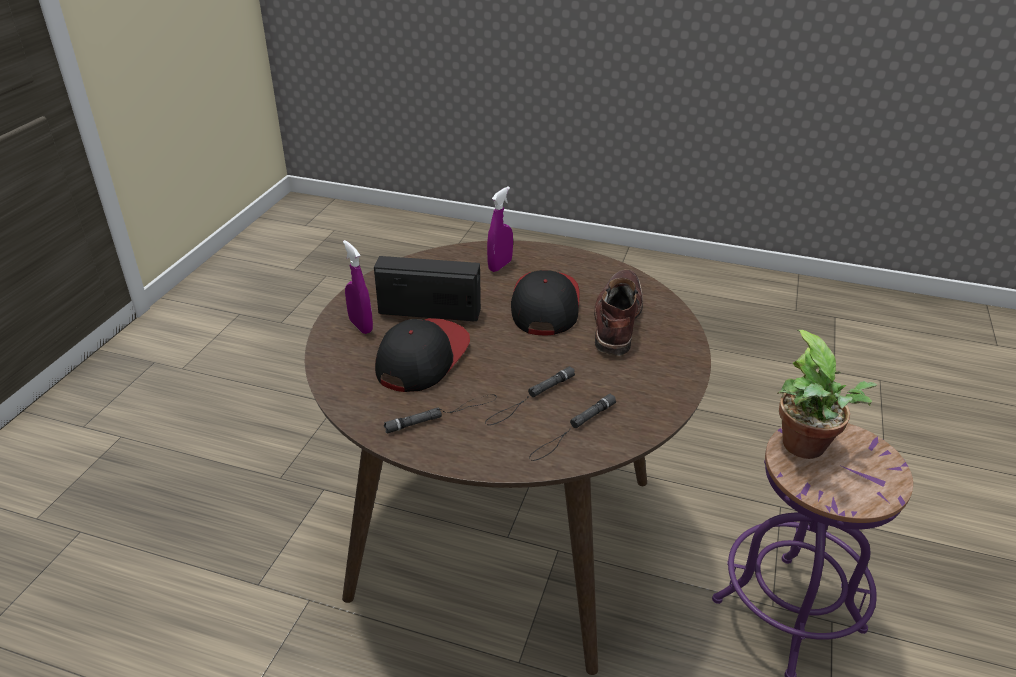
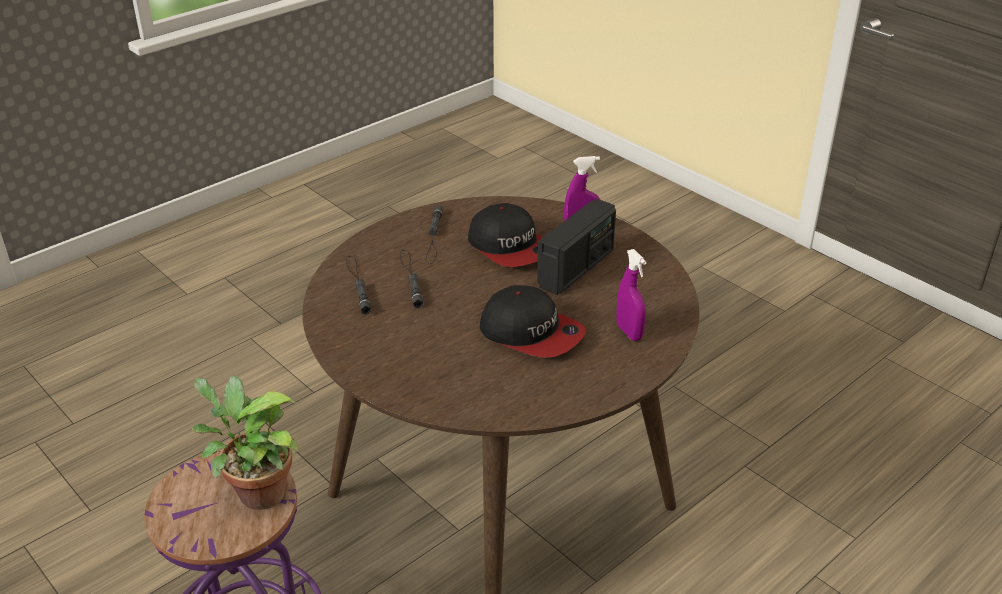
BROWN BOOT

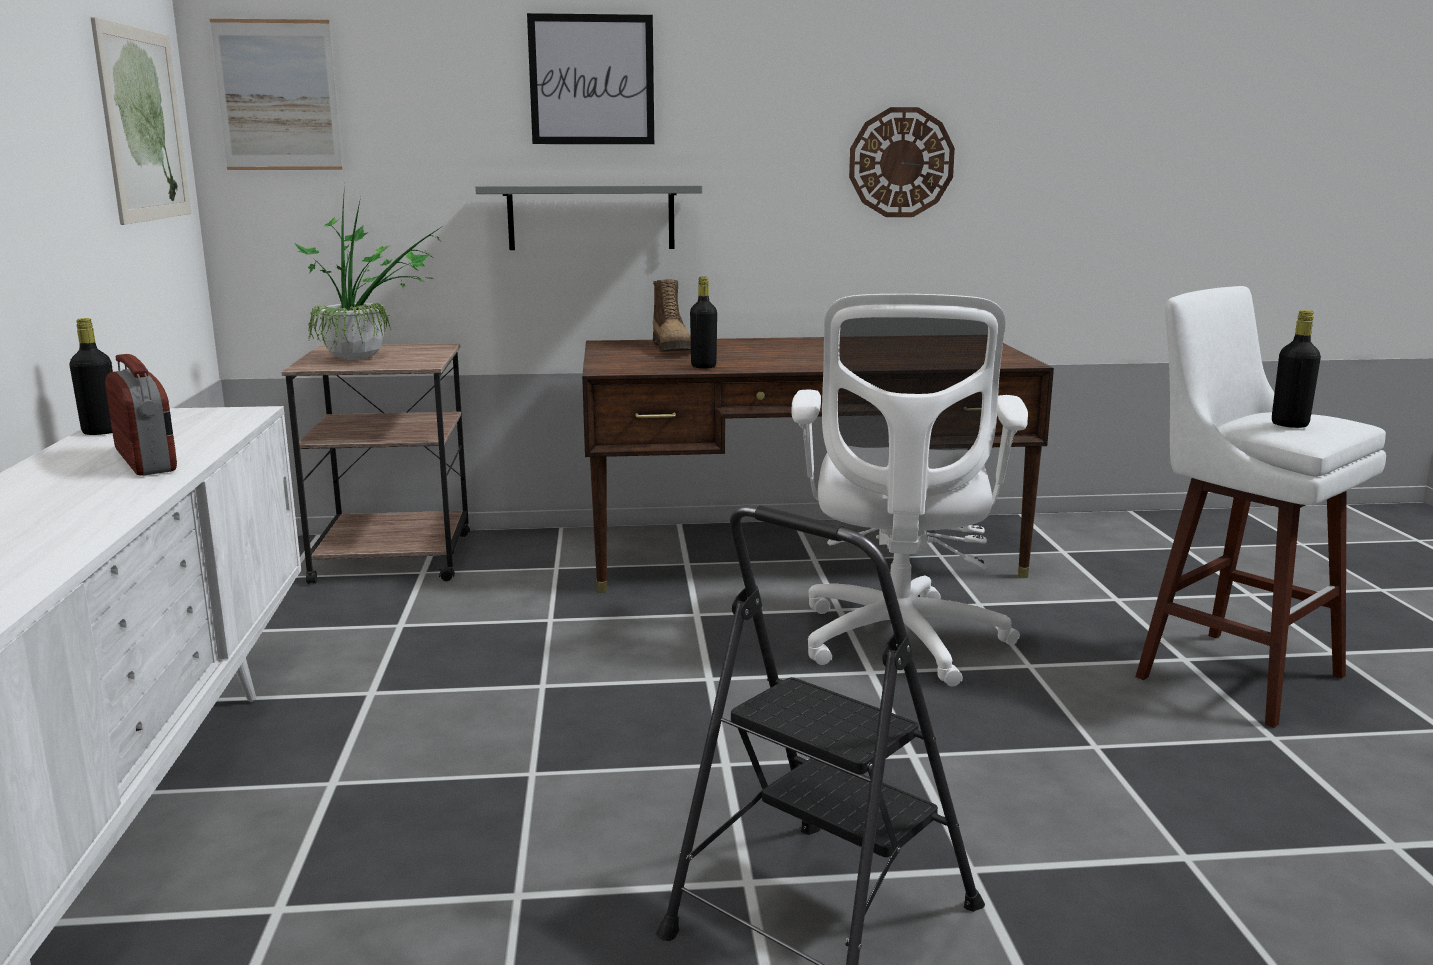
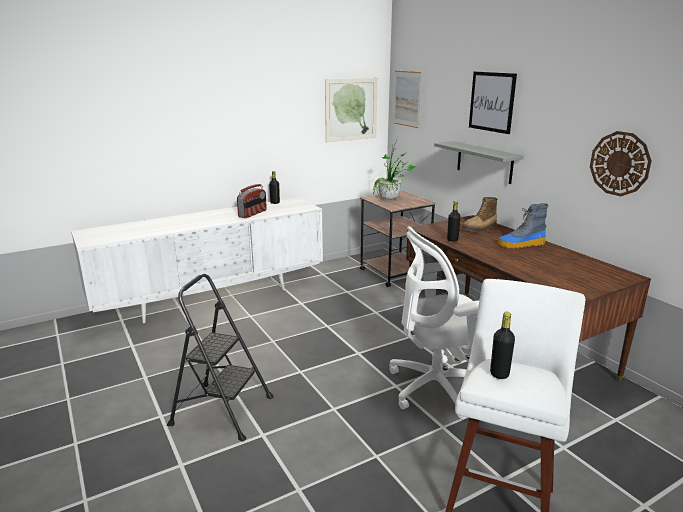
BOOT (no. 2 from left)

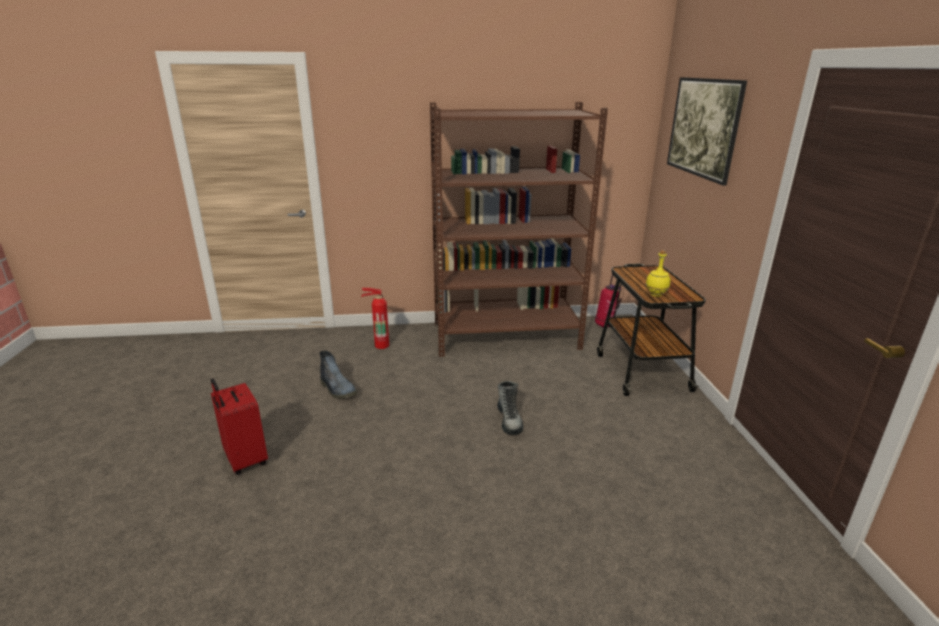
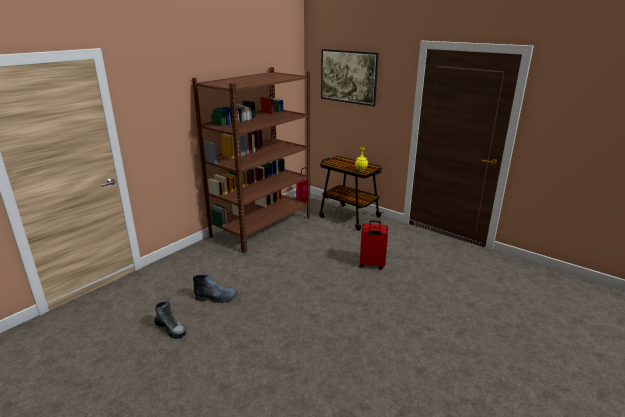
FIRE-FIGHTING CYLINDER (no. 1 from left in the first image)
REDDISH SUITCASE
BOOT (no. 1 from left)

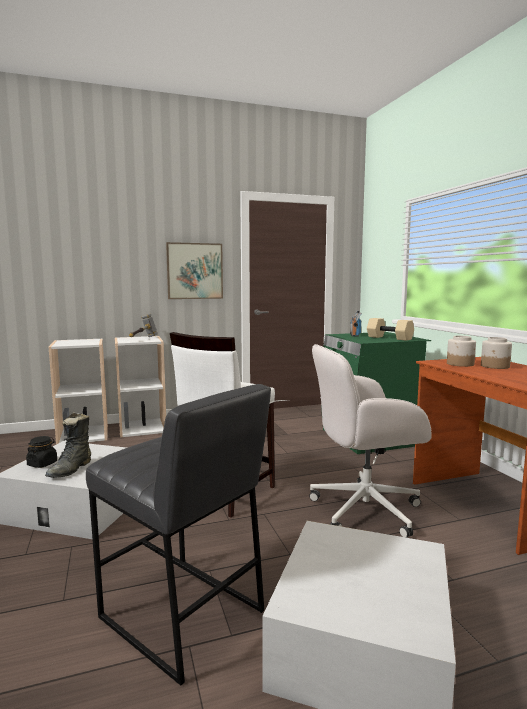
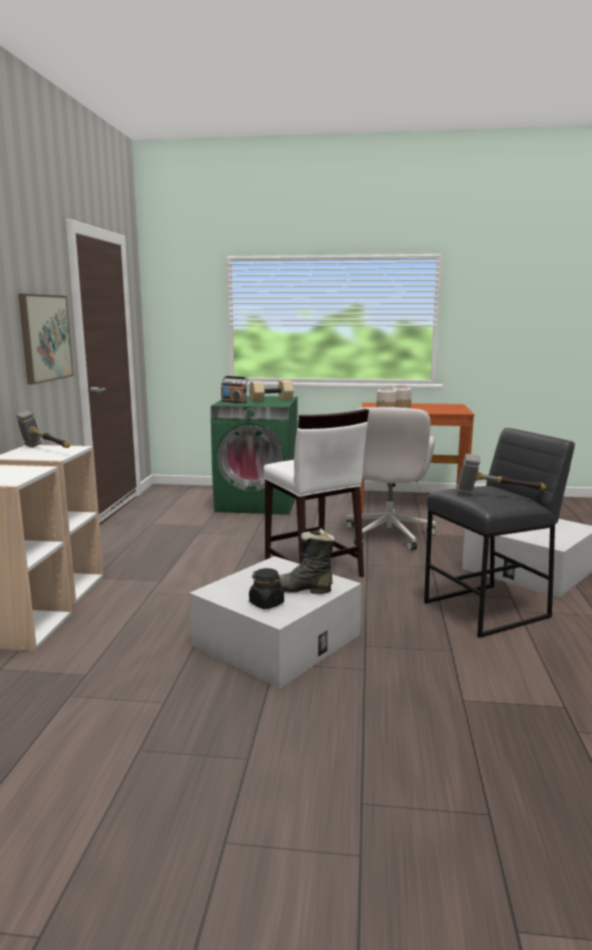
HAND HAMMER (no. 2 from left)
BLACKISH BOOT

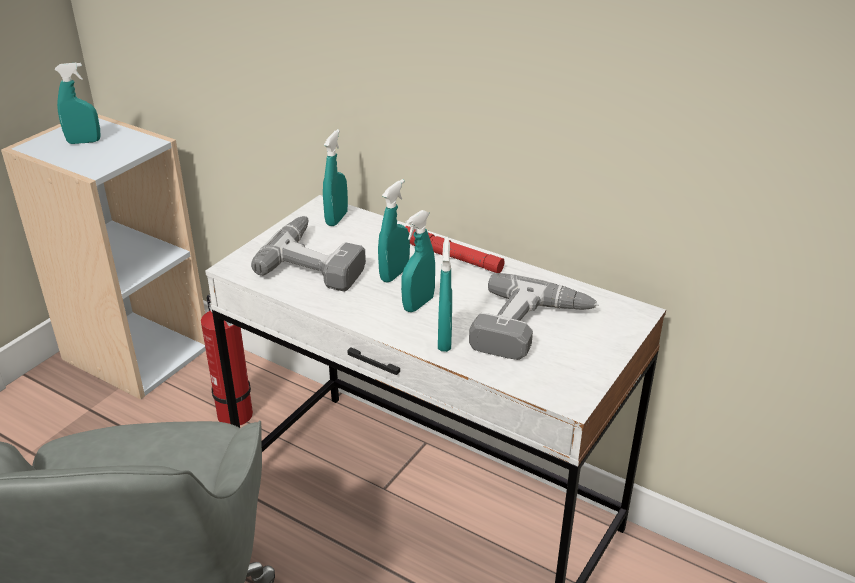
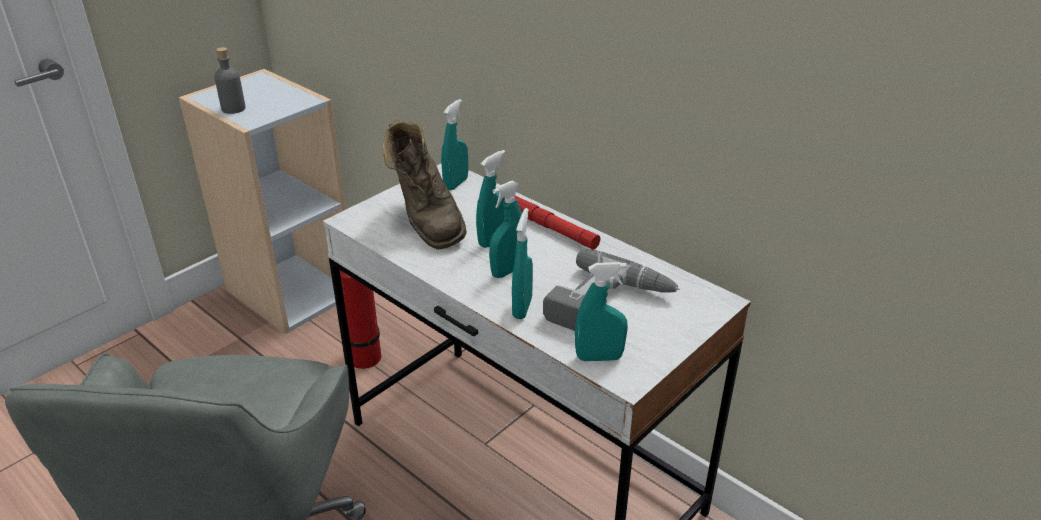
GRAY DRINK BOTTLE
BLUE-GREEN SPRAY BOTTLE (no. 5 from left)
BROWN BOOT

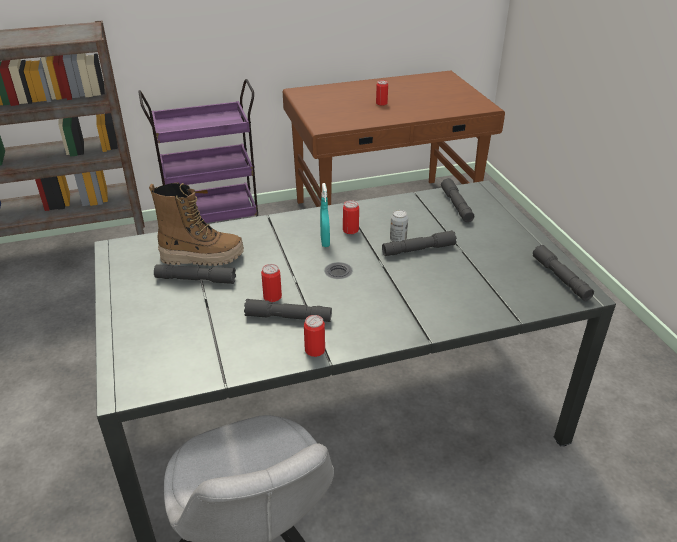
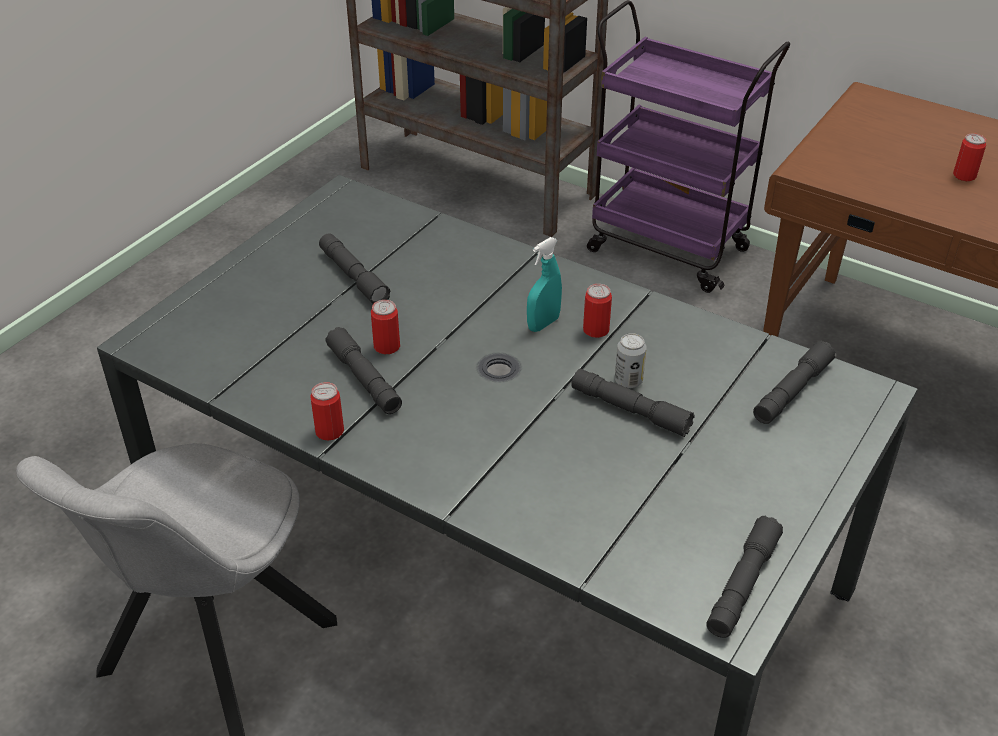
BOOT

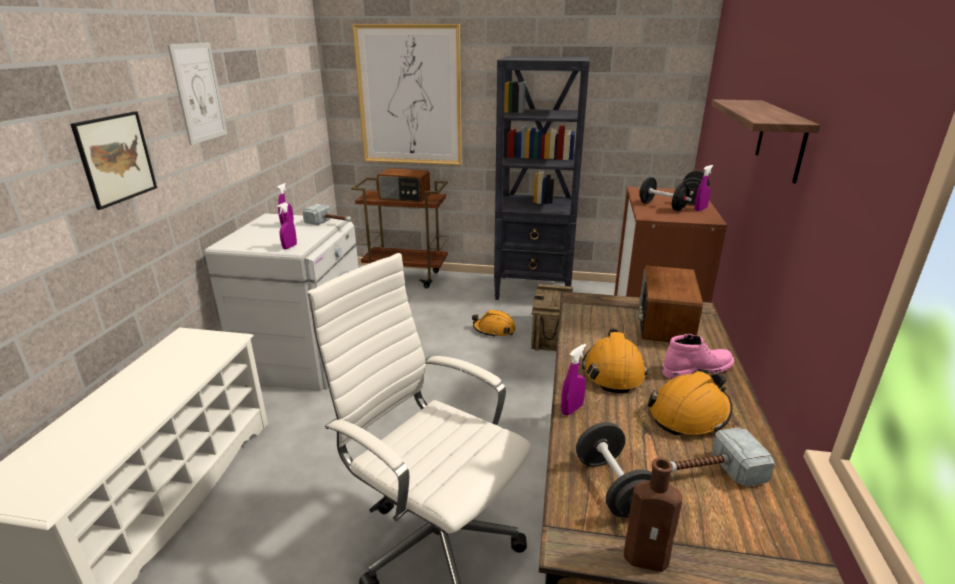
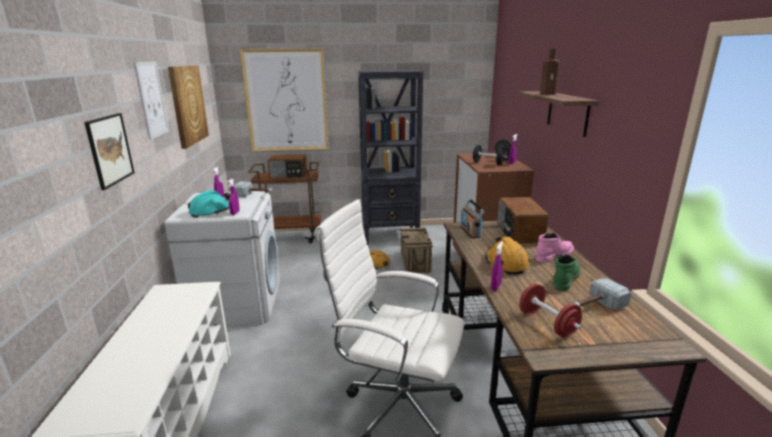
WALL PICTURE (no. 3 from left)
BLUE-GREEN SAFETY HELMET
RADIO (no. 2 from left)
BROWN DRINK BOTTLE
GREENISH BOOT
REDDISH DUMBBELL

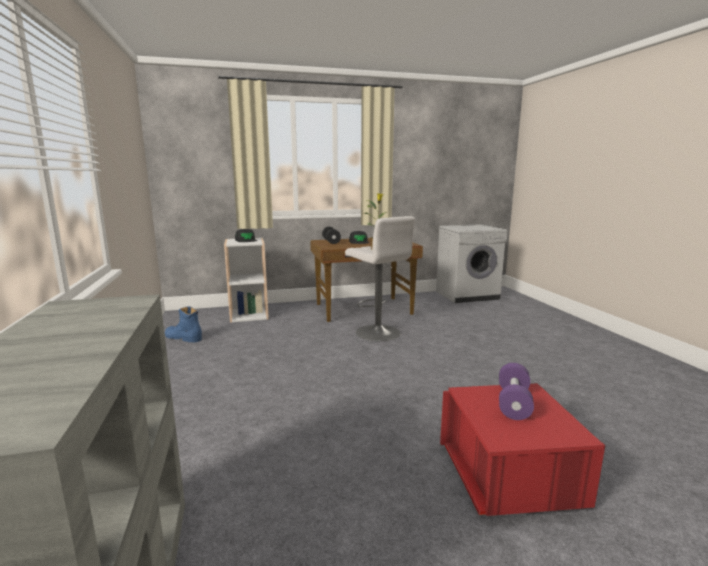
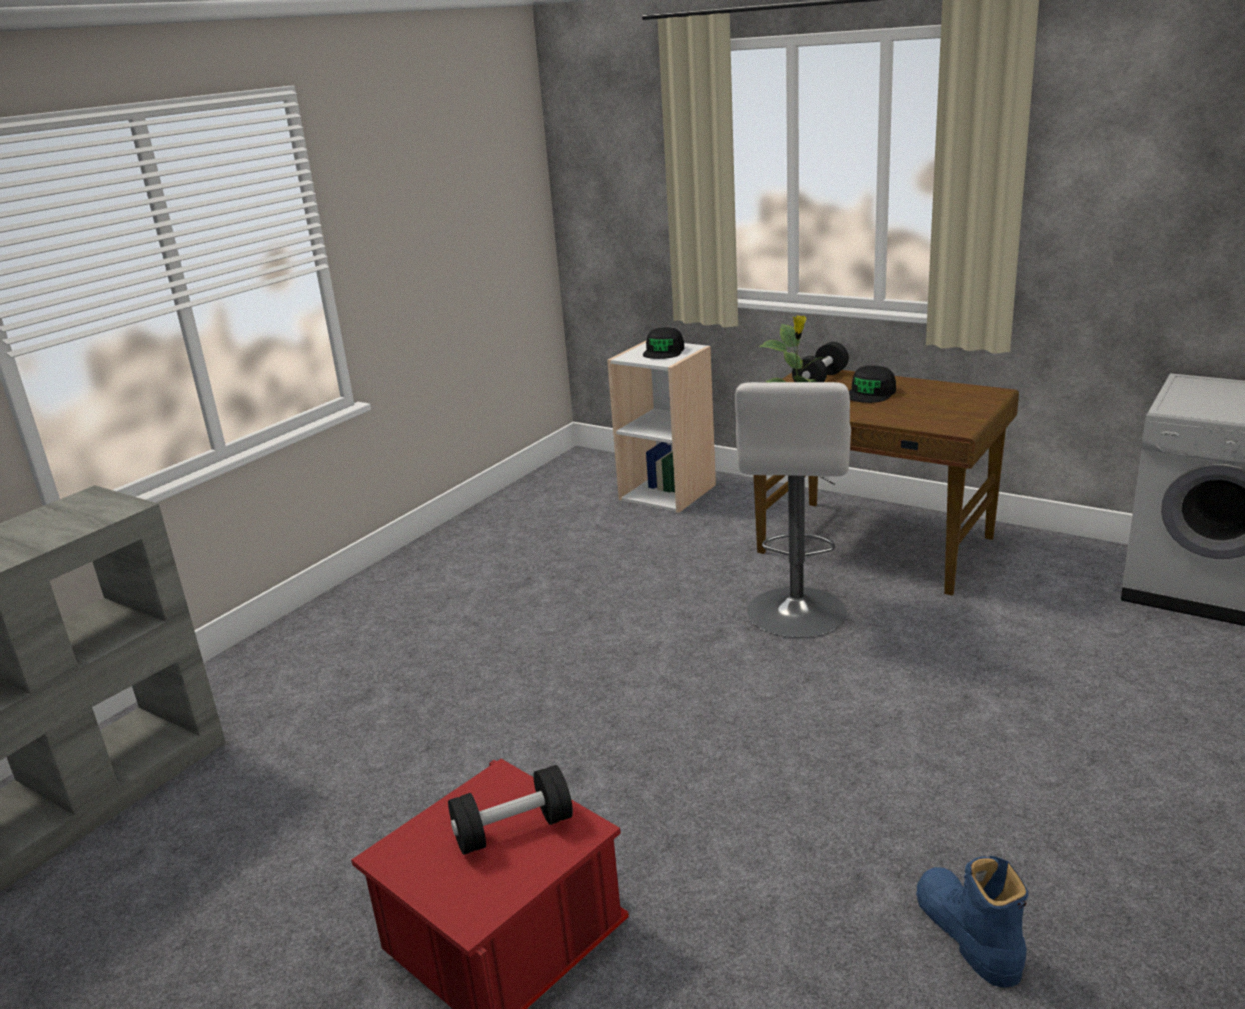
BLUE-COLOURED BOOT
BLACKISH DUMBBELL (no. 1 from left)

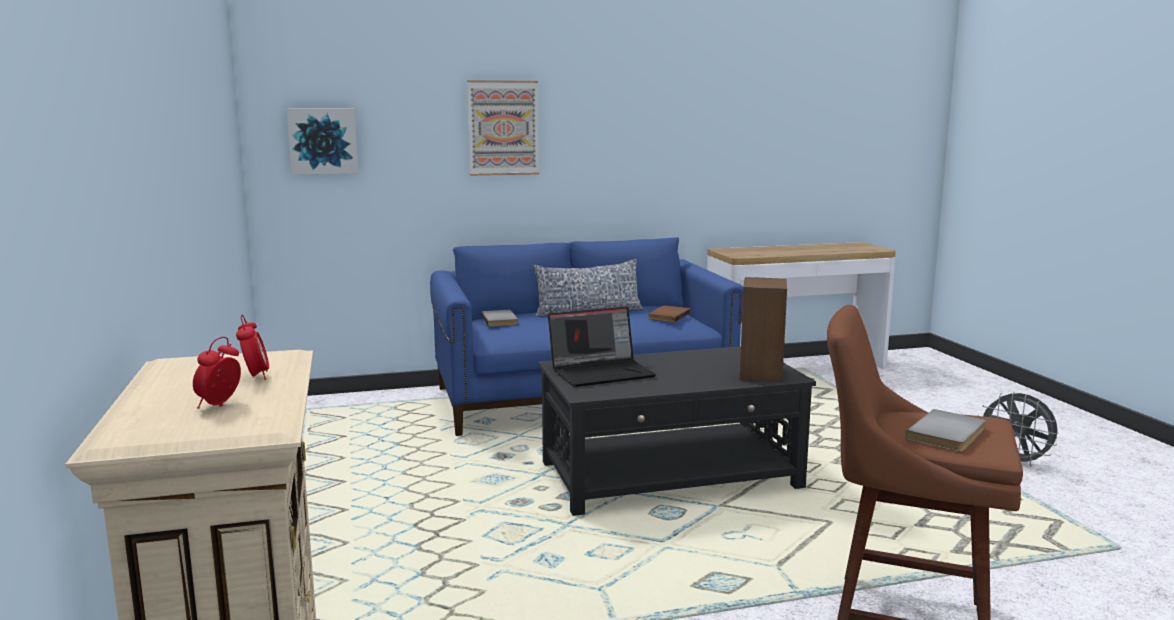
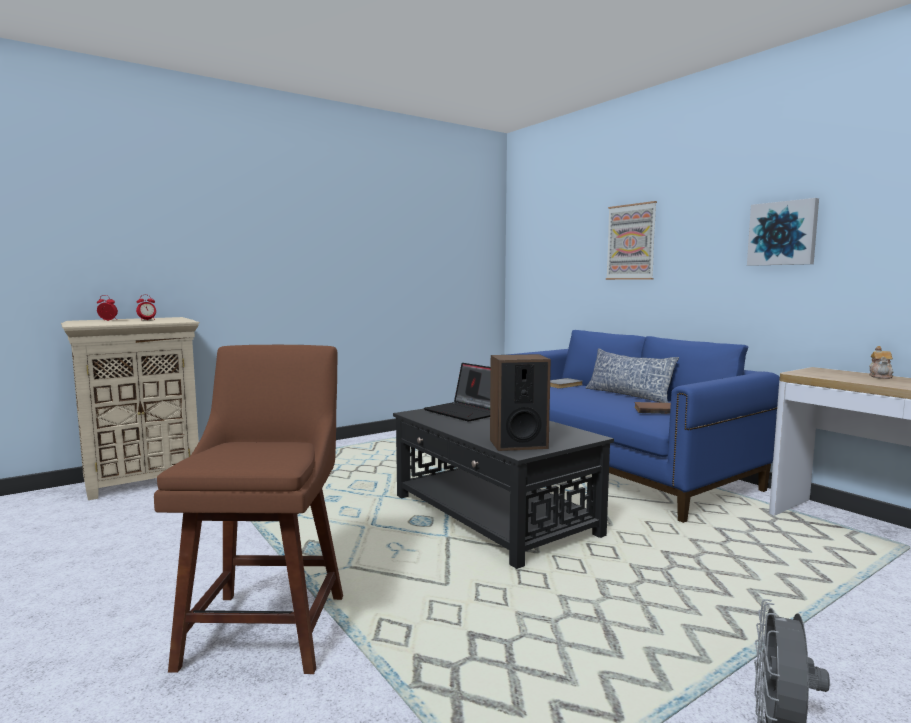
GRAY BOUND BOOK (no. 2 from left in the first image)
TEAPOT
WALL PICTURE (no. 2 from left)

